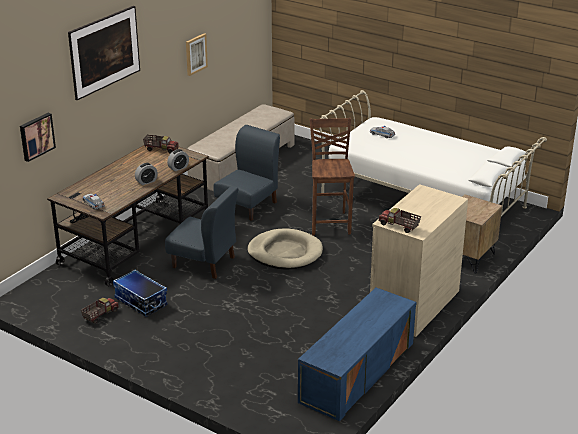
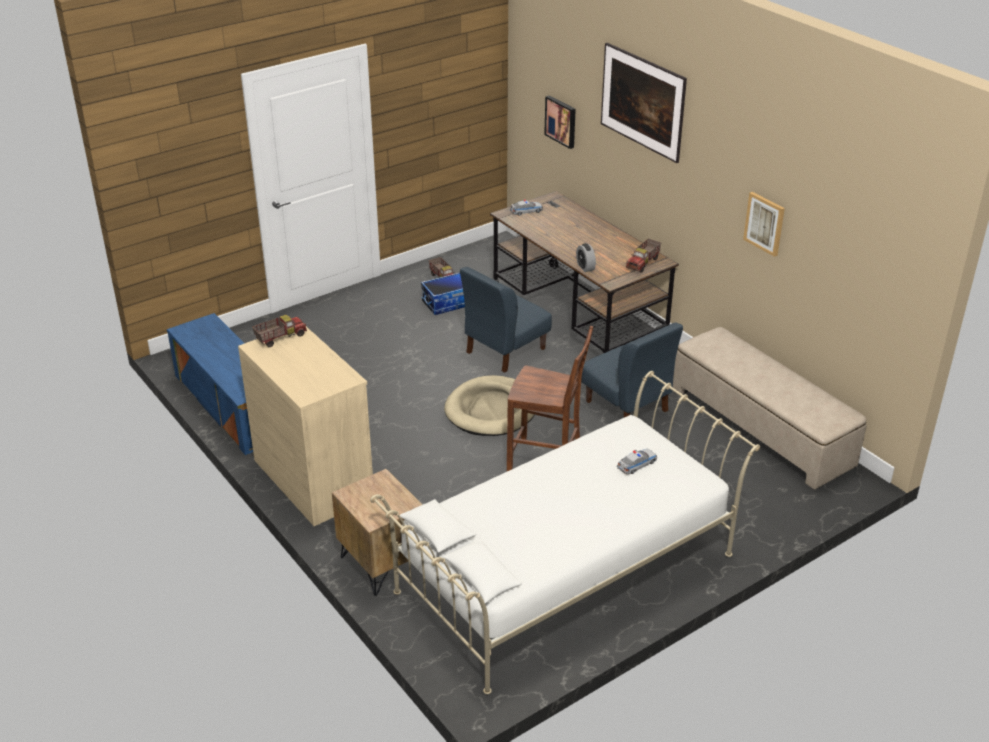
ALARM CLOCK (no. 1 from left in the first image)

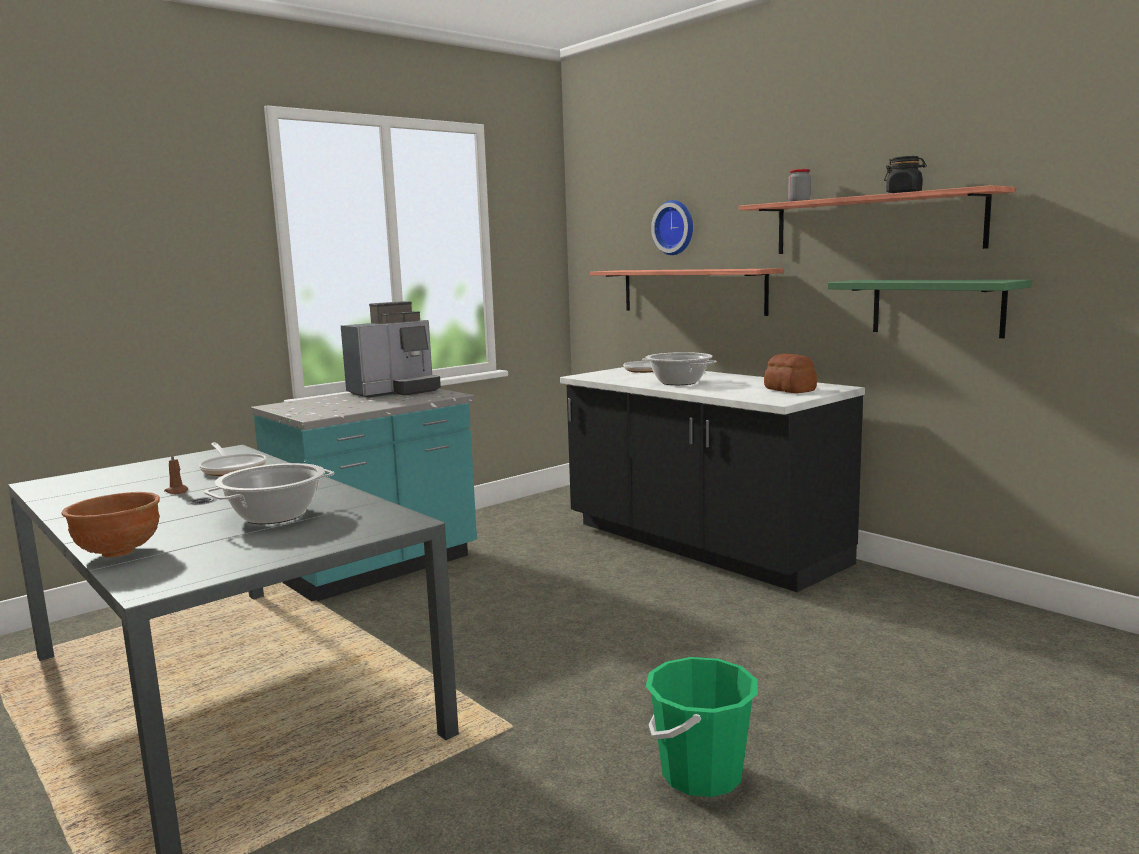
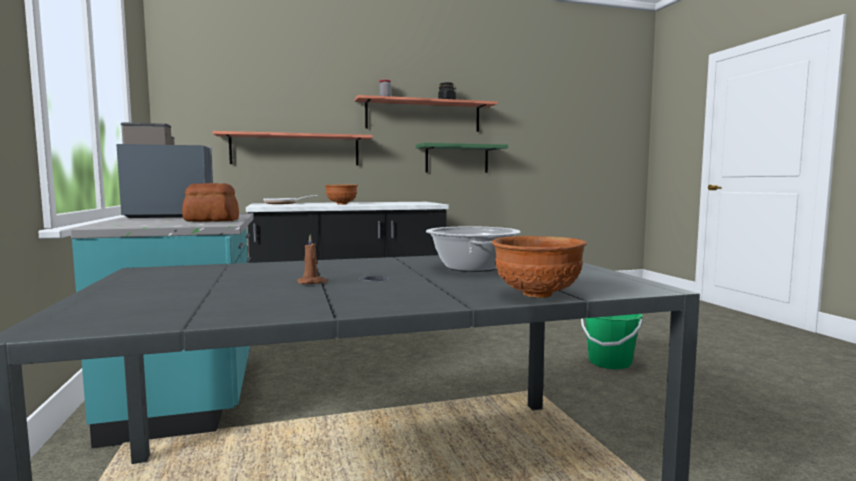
PAN (no. 1 from left in the first image)
HANGING CLOCK
BAKERY BREAD
BROWN SERVING BOWL (no. 1 from left)
COFFEE MACHINE

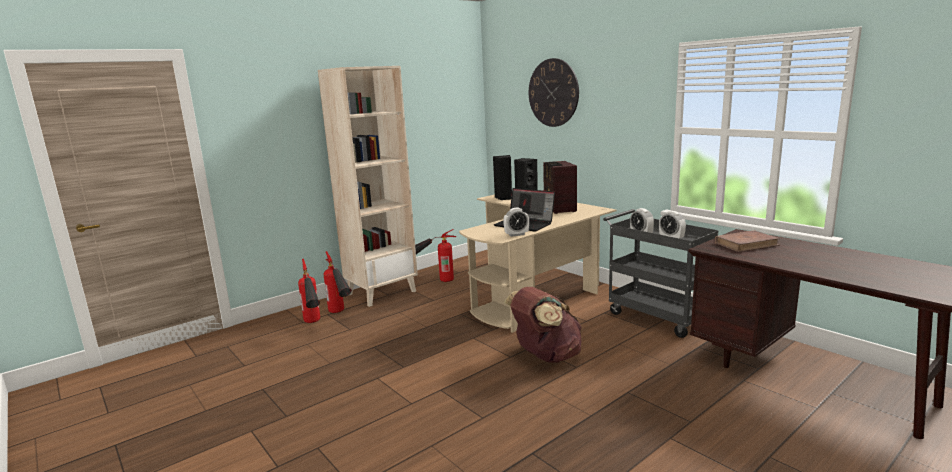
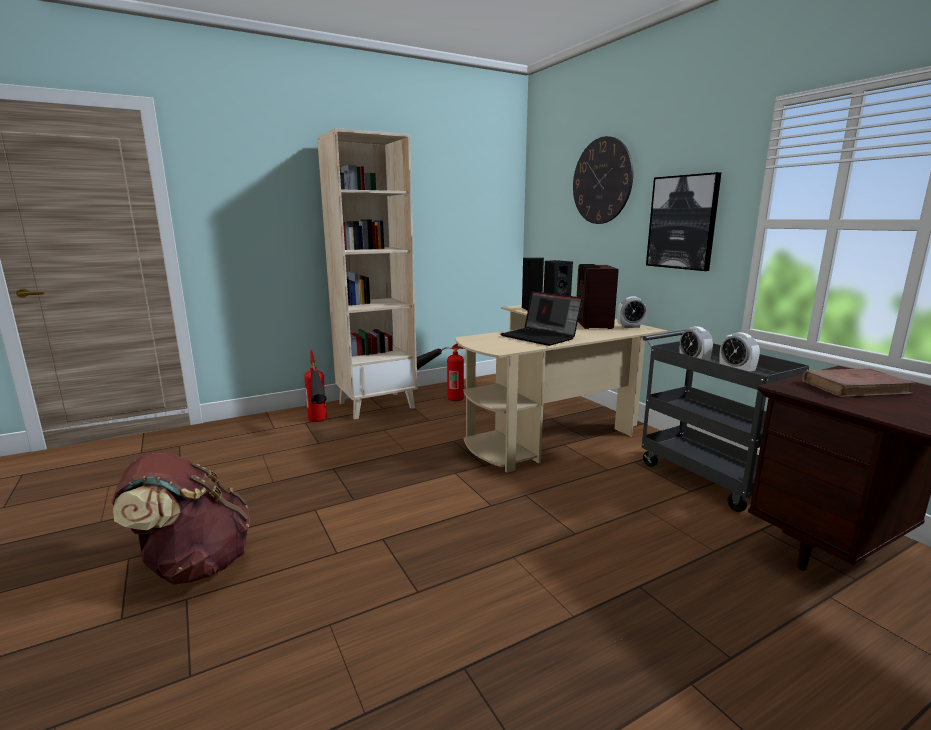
FIRE-FIGHTING CYLINDER (no. 1 from left in the first image)
WALL PICTURE
ALARM CLOCK (no. 1 from left)
BROWN RUCKSACK

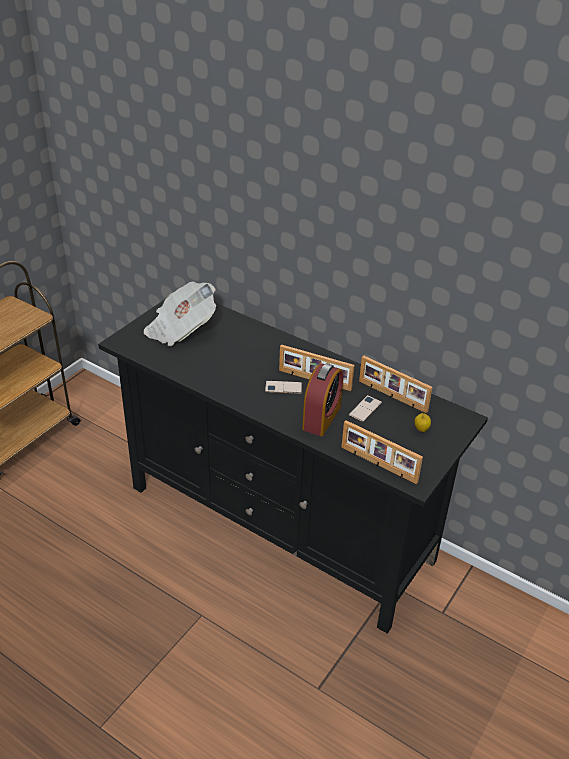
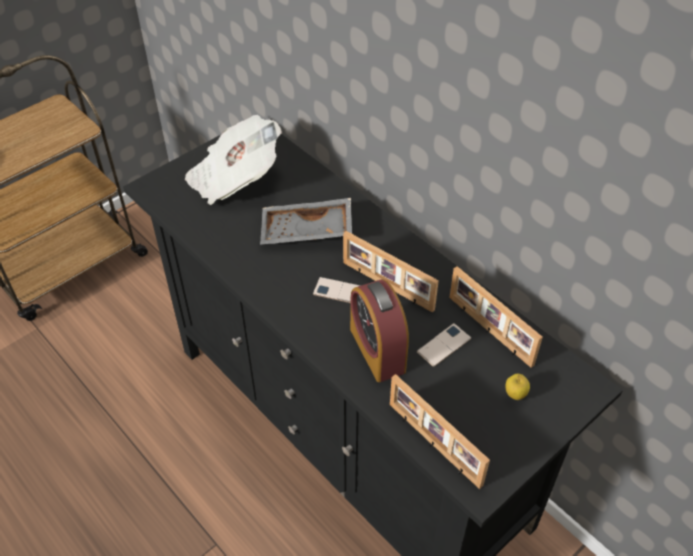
GRAY CARRYING TRAY
ALARM CLOCK

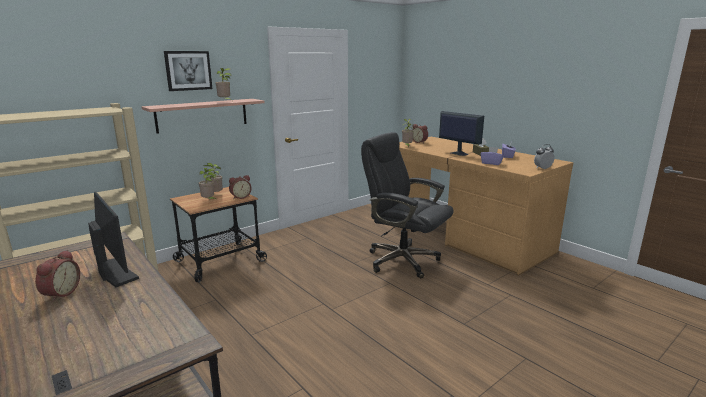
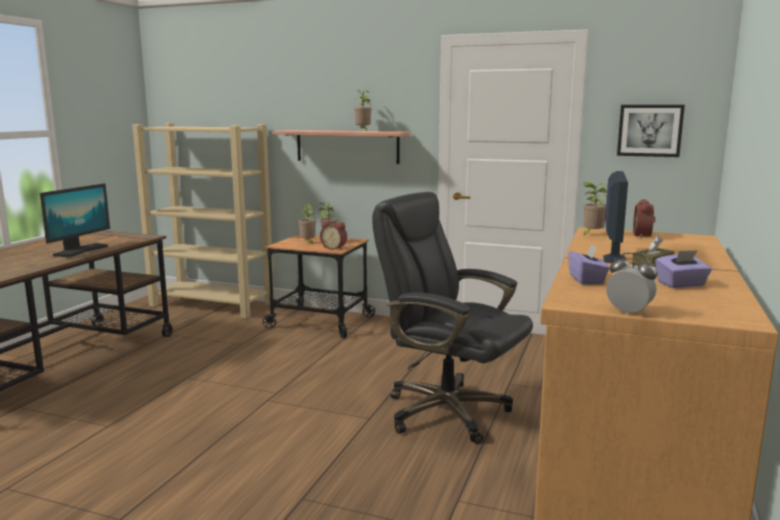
ALARM CLOCK (no. 1 from left in the first image)
WALL PICTURE
BLACKISH OFFICE CHAIR

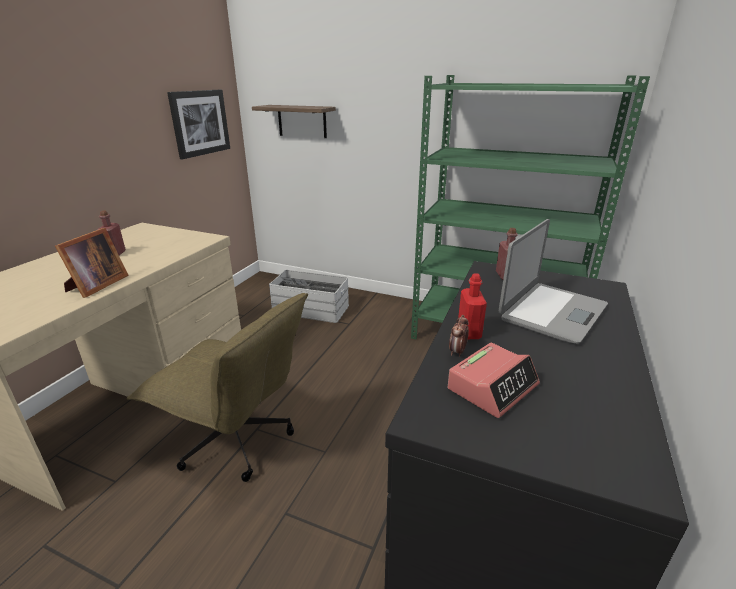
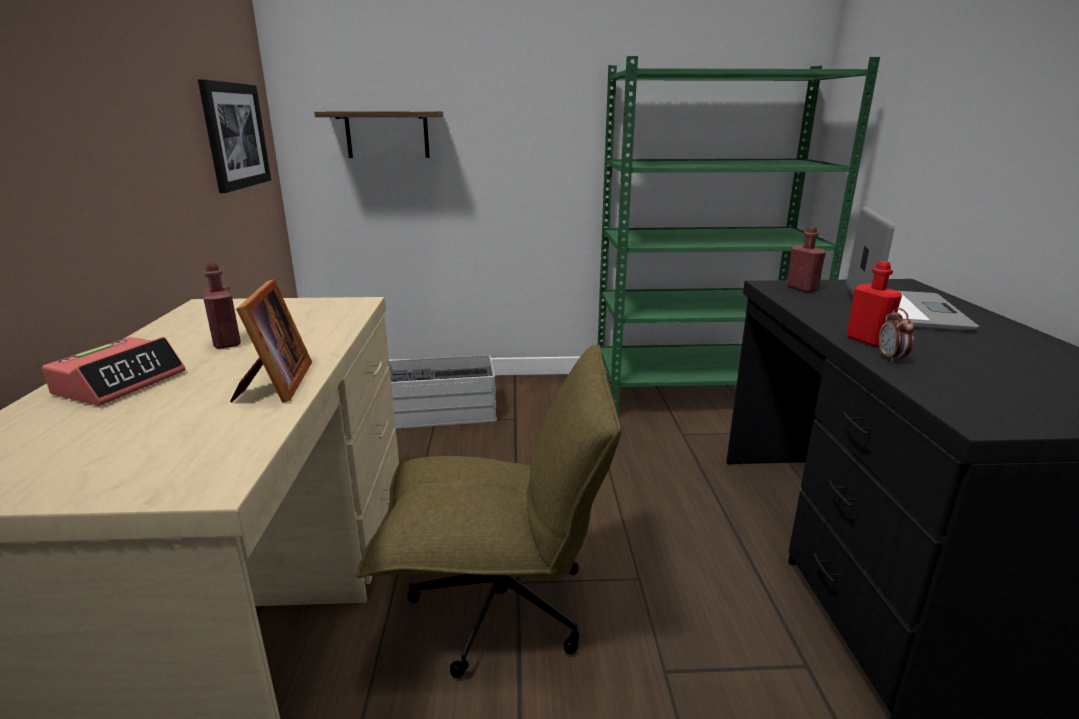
ALARM CLOCK (no. 1 from left)

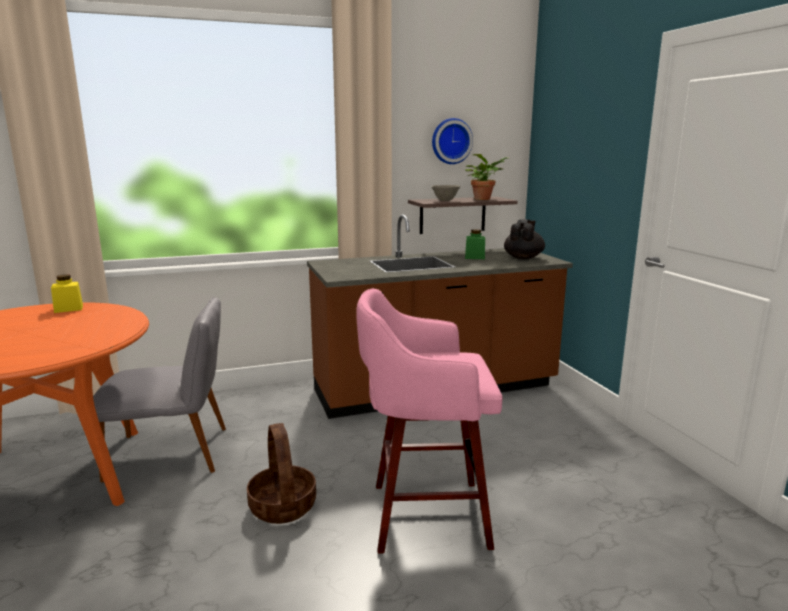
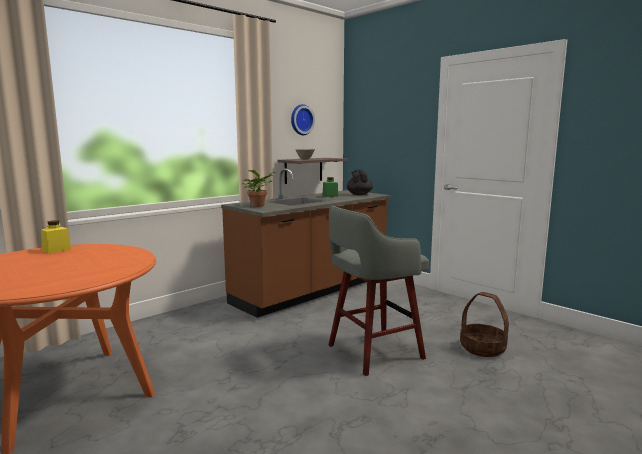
GRAY UPRIGHT CHAIR
STORAGE BASKET
PLANT IN A POT
GRAY STOOL

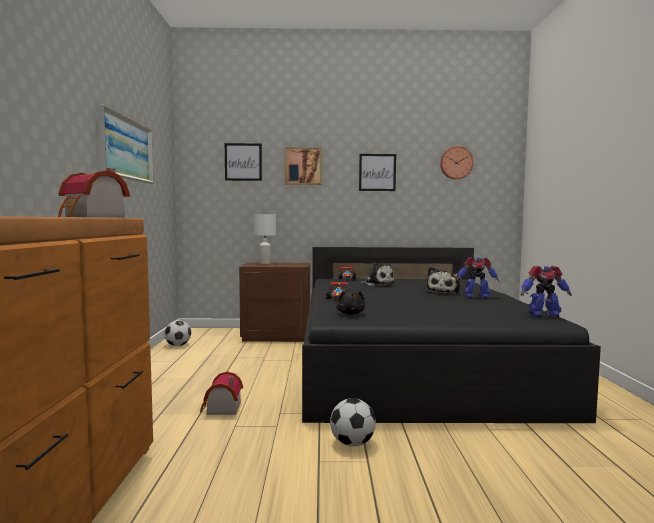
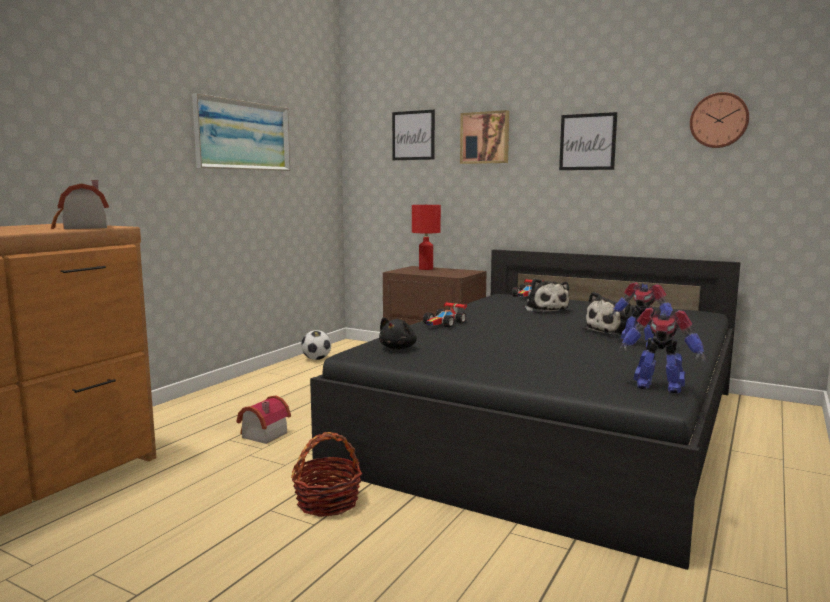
STORAGE BASKET
REDDISH LAMP FOR A TABLE

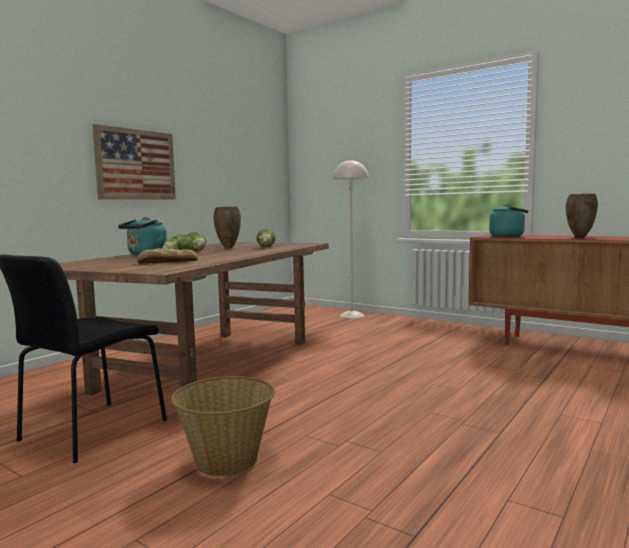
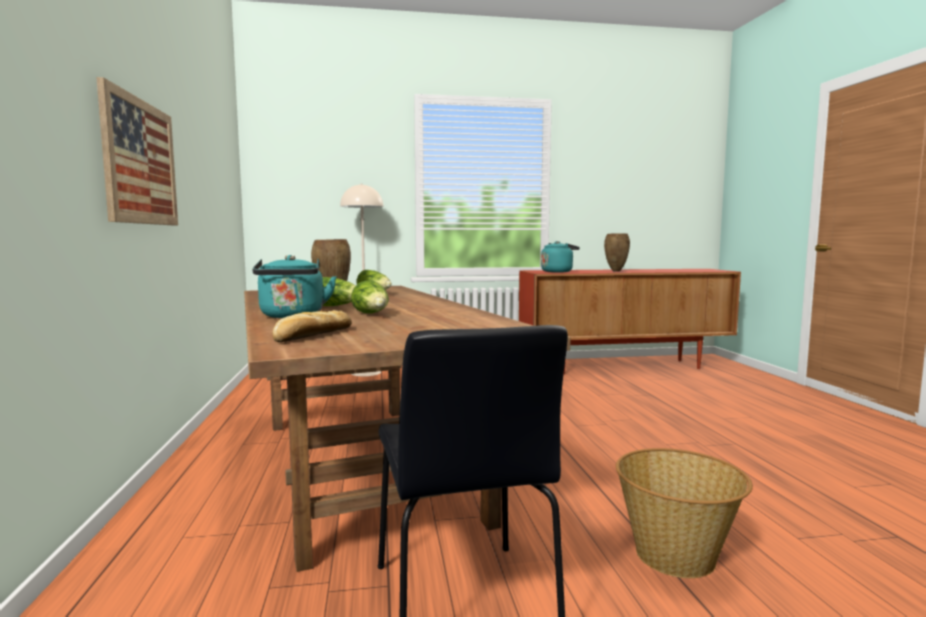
BAKERY BREAD

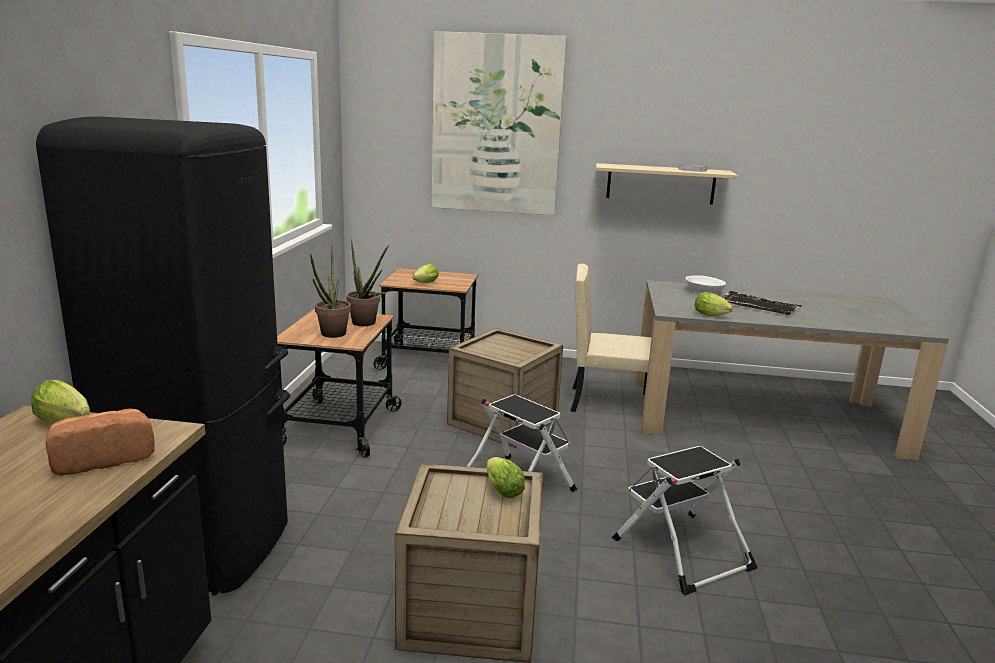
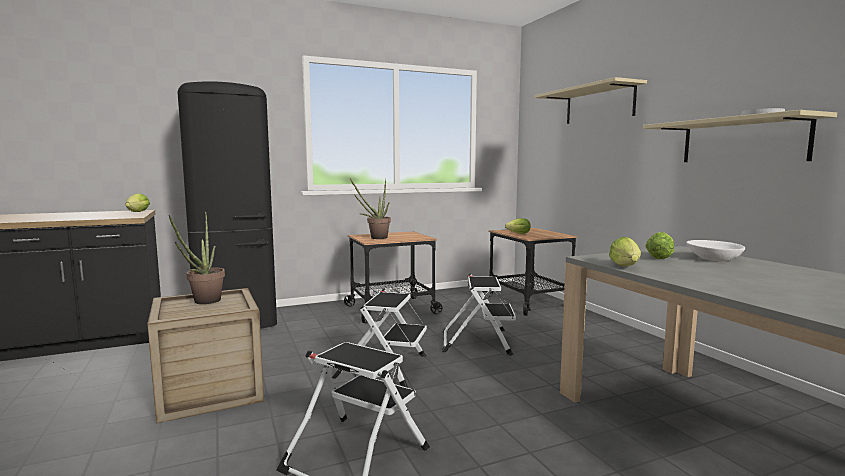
BAKERY BREAD
BEIGE-COLOURED UPRIGHT CHAIR
BLACKISH CARRYING TRAY
PLANT IN A POT (no. 1 from left)
HEAD OF LETTUCE (no. 4 from left)
BEIGE-COLOURED WALL SHELF (no. 1 from left)
STEP STOOL (no. 3 from left)

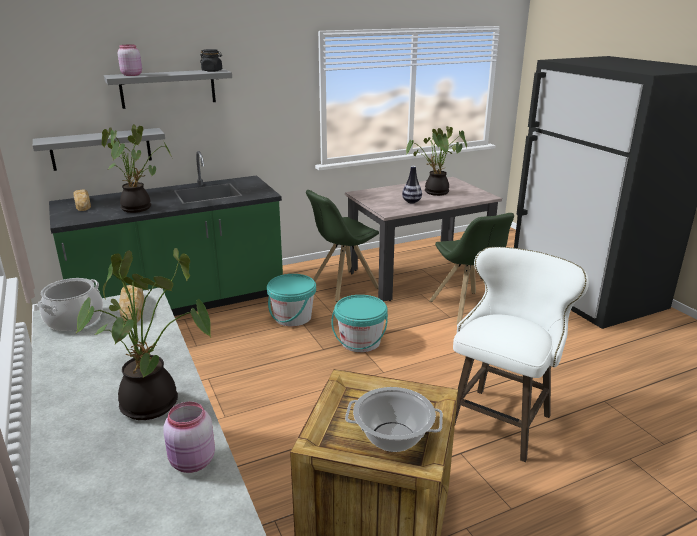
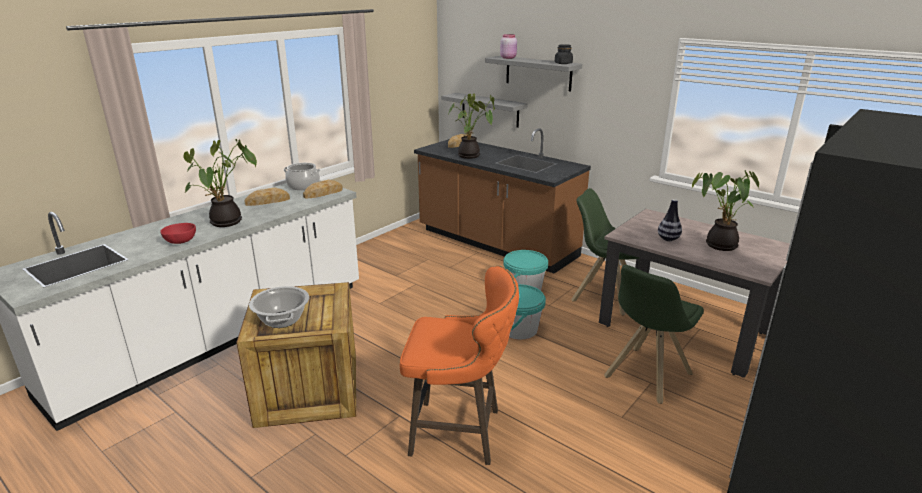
BAKERY BREAD (no. 1 from left)
REDDISH SERVING BOWL
BROWN KITCHEN COUNTER
ORANGEY STOOL

